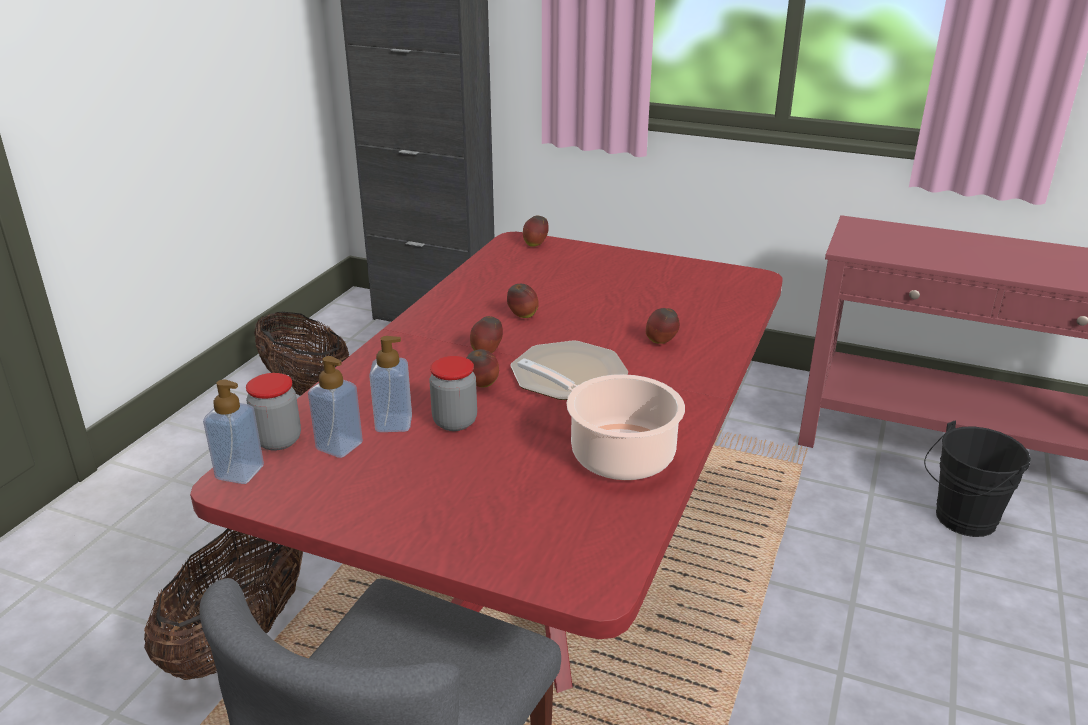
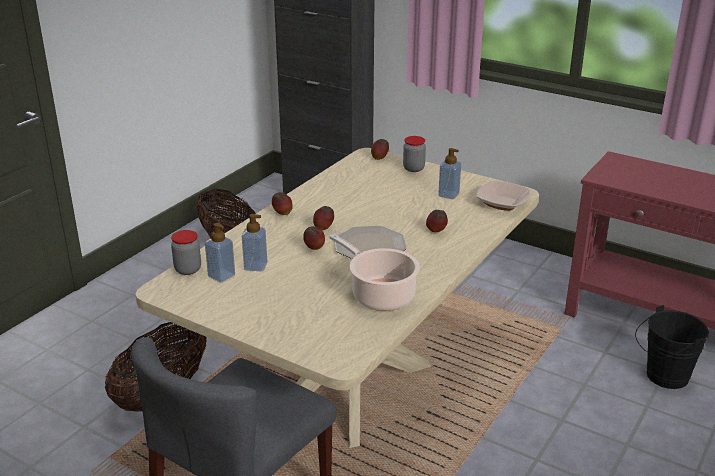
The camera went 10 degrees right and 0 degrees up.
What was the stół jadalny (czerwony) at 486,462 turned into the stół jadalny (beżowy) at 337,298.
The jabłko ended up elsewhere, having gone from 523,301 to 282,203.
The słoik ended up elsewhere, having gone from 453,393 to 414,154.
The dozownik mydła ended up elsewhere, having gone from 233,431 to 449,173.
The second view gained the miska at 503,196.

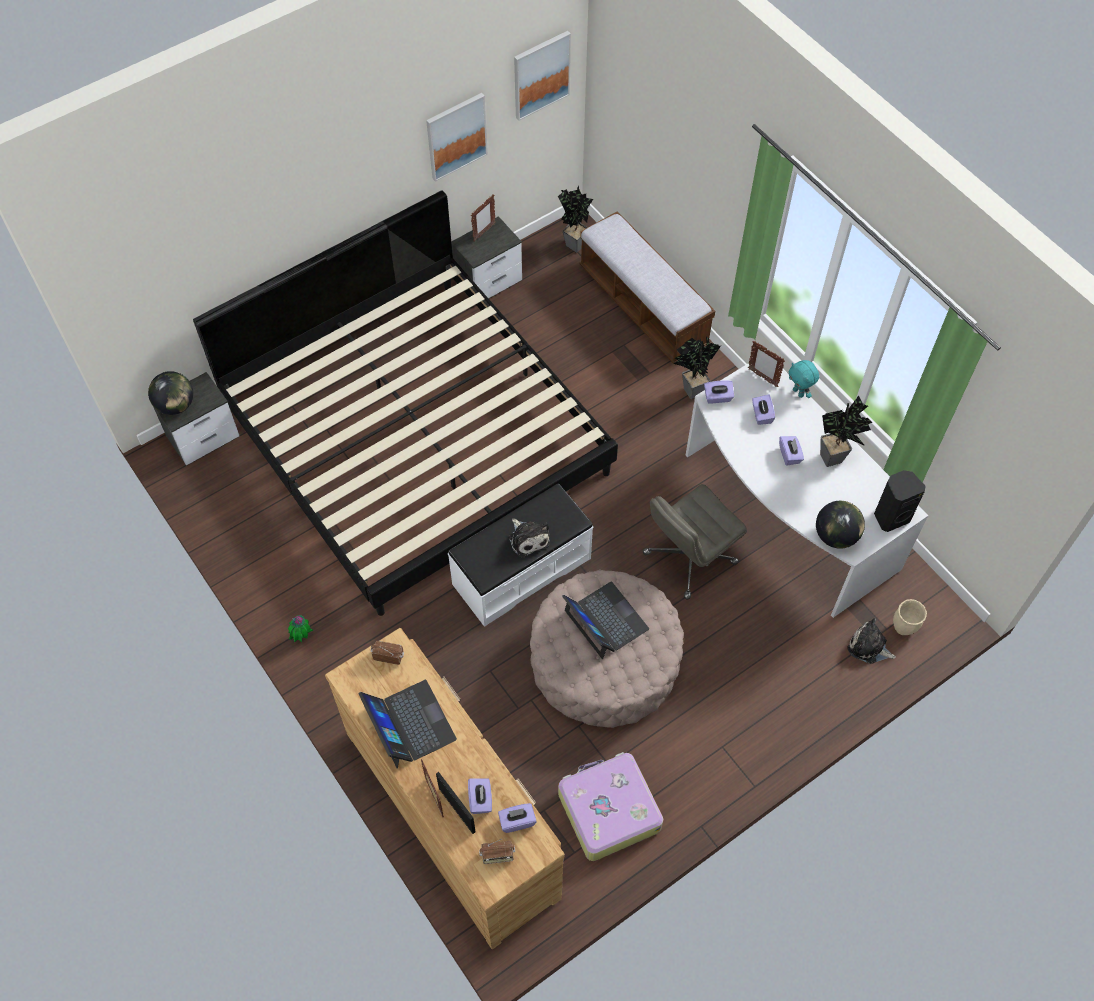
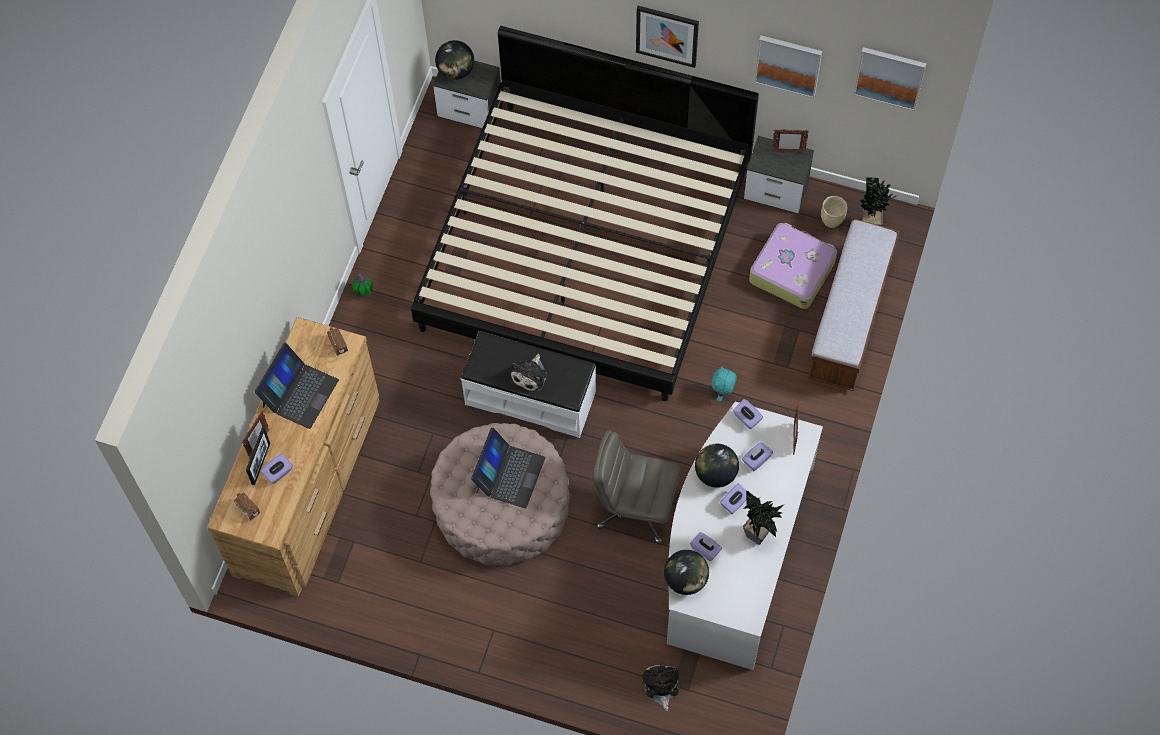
The camera went 55 degrees right and 5 degrees up.
The second view gained the obraz at 667,37.
The pudełko chusteczek (fioletowy) ended up elsewhere, having gone from 517,818 to 706,546.
The second view gained the globus at 717,466.
The pluszak (turkusowy) ended up elsewhere, having gone from 804,379 to 724,384.
The walizka ended up elsewhere, having gone from 610,806 to 793,266.
The donica (beżowy) ended up elsewhere, having gone from 910,617 to 834,212.
The second view lost the roślina doniczkowa at 697,367.
The second view lost the głośnik (czarny) at 900,501.

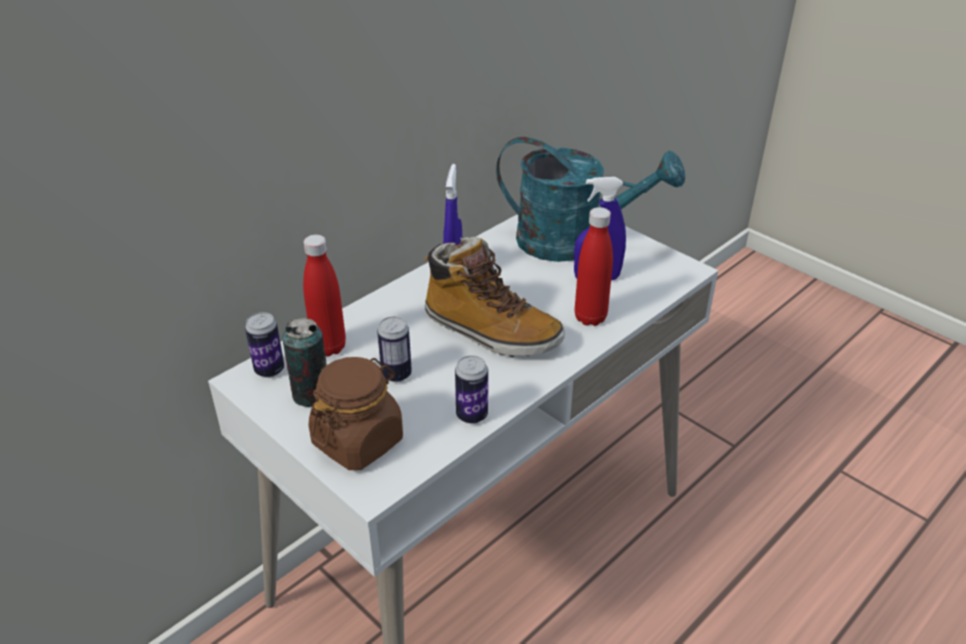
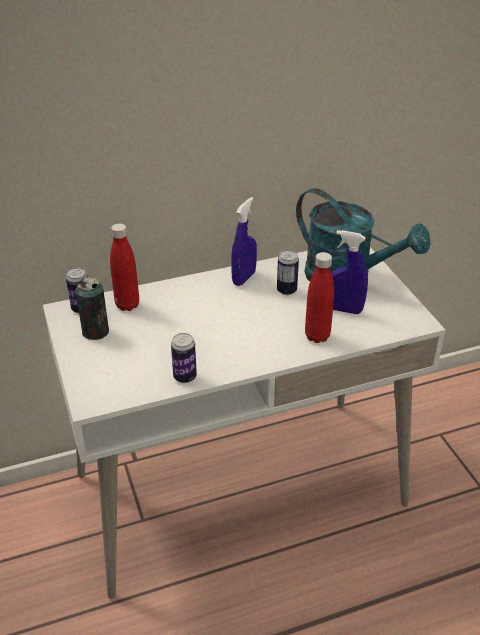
The camera went 25 degrees right and 0 degrees up.
The puszka ended up elsewhere, having gone from 394,349 to 288,272.
The second view lost the słoik (brązowy) at 356,413.
The second view lost the but z cholewką at 494,297.

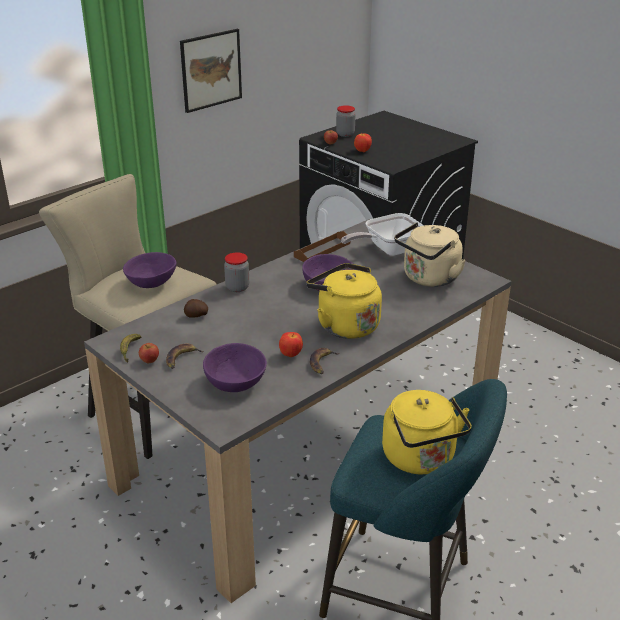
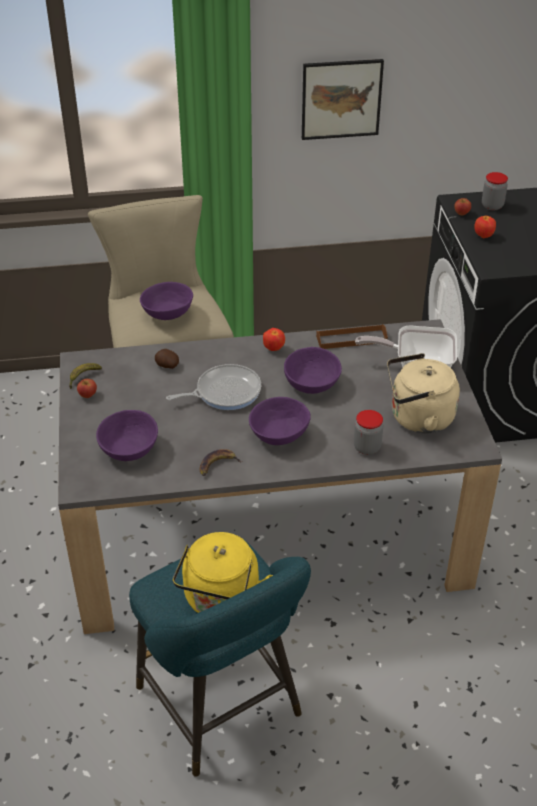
The camera went 35 degrees right and 10 degrees up.
The second view gained the patelnia at 213,387.
Where the czajnik (żółty) stood at 344,301, the miska (fioletowy) came to stand at 280,421.
The jabłko ended up elsewhere, having gone from 291,344 to 274,339.
The słoik ended up elsewhere, having gone from 236,272 to 368,432.
The second view lost the banan at 185,356.

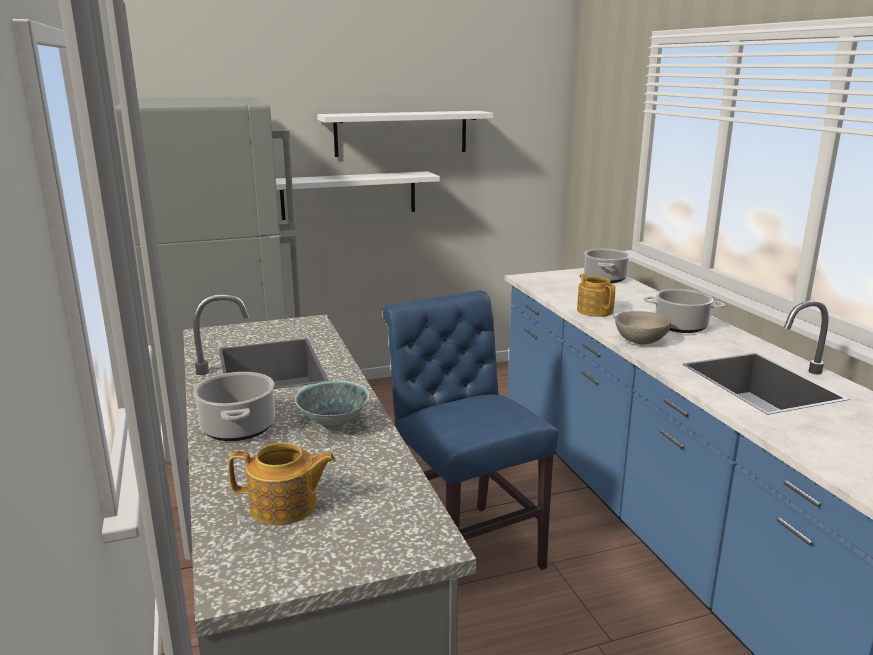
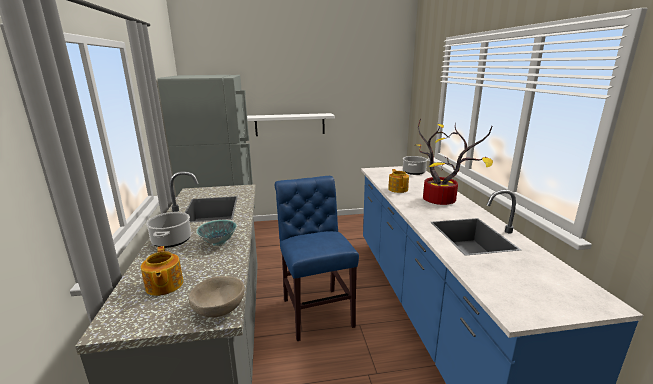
The camera went 10 degrees right and 0 degrees up.
The imbryk at 282,484 ended up facing another way, 60 degrees clockwise from before.
The miska (beżowy) ended up elsewhere, having gone from 643,328 to 217,297.
Where the garnek stood at 684,311, the roślina doniczkowa came to stand at 455,162.
The second view lost the półka (biały) at 405,134.

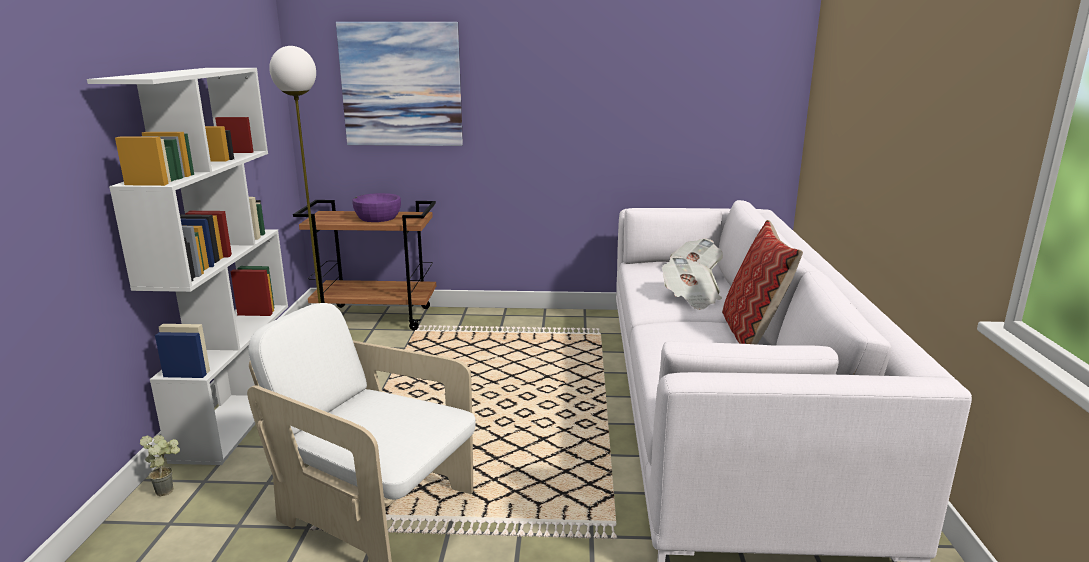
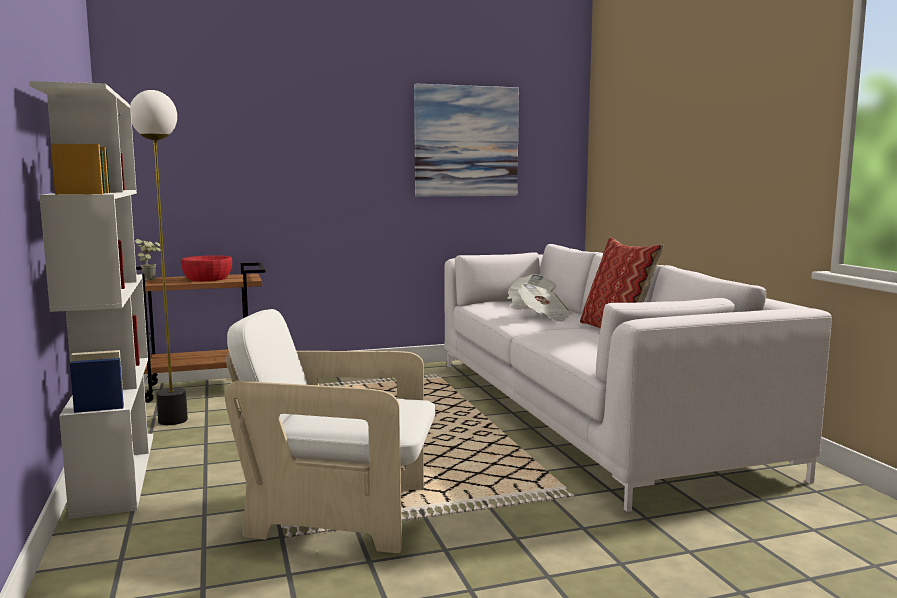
The camera went 20 degrees left and 10 degrees down.
The roślina doniczkowa ended up elsewhere, having gone from 160,465 to 148,260.
What was the miska (fioletowy) at 376,207 turned into the miska (czerwony) at 206,268.
The obraz ended up elsewhere, having gone from 399,84 to 466,140.

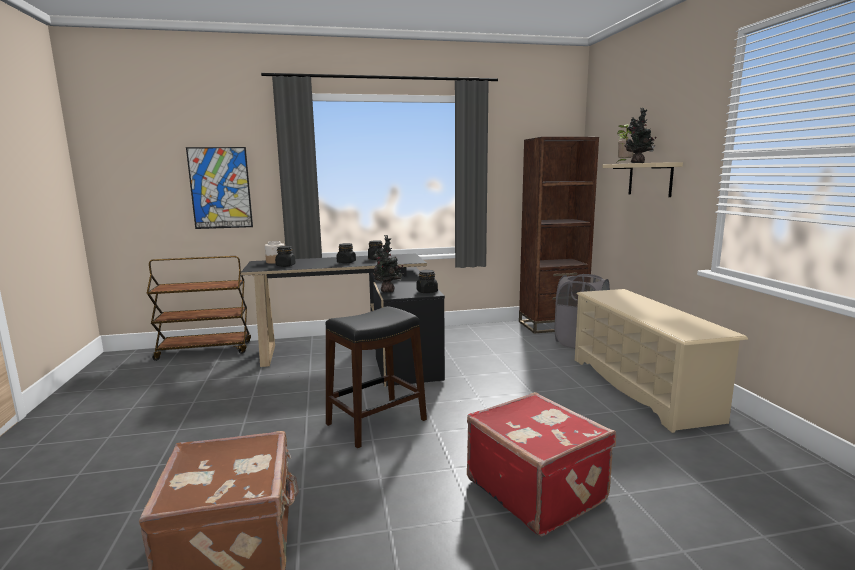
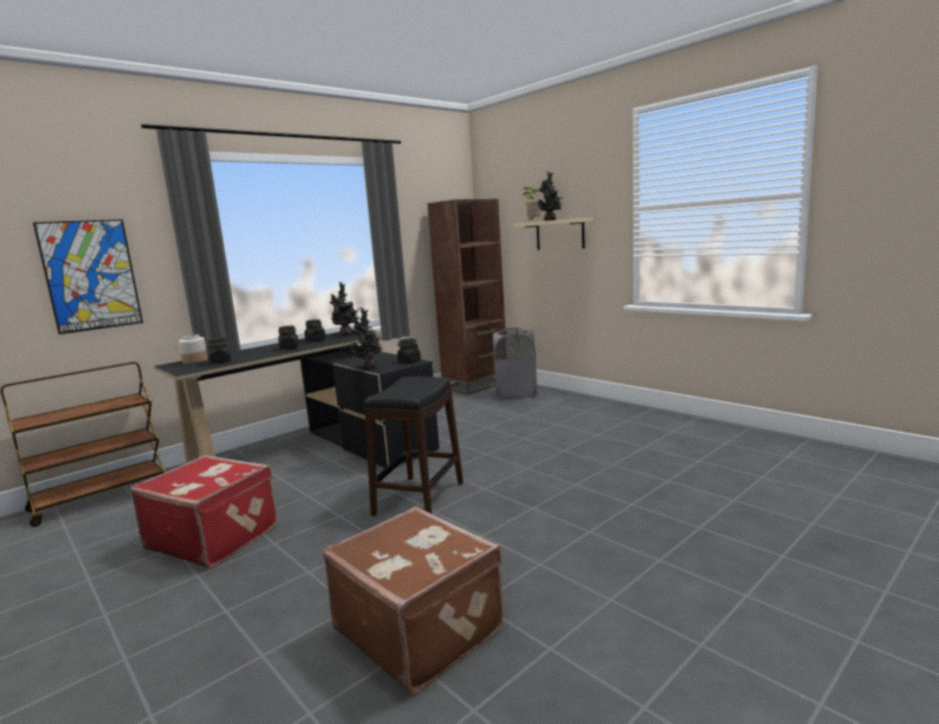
The camera went 30 degrees left and 0 degrees up.
The walizka (czerwony) ended up elsewhere, having gone from 541,464 to 203,511.
The second view gained the roślina doniczkowa at 344,308.
The second view lost the regał na buty (beżowy) at 661,361.

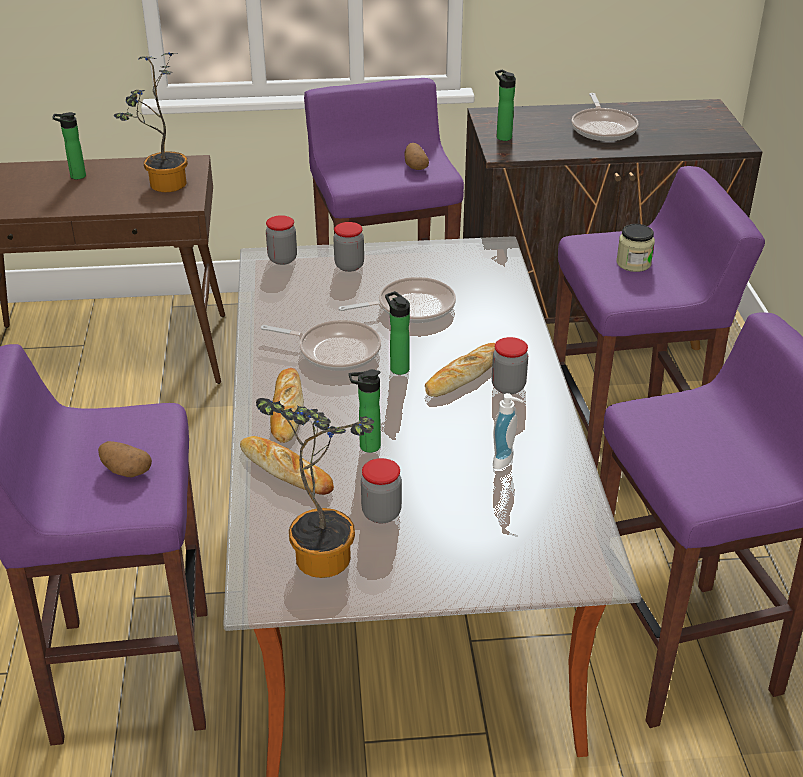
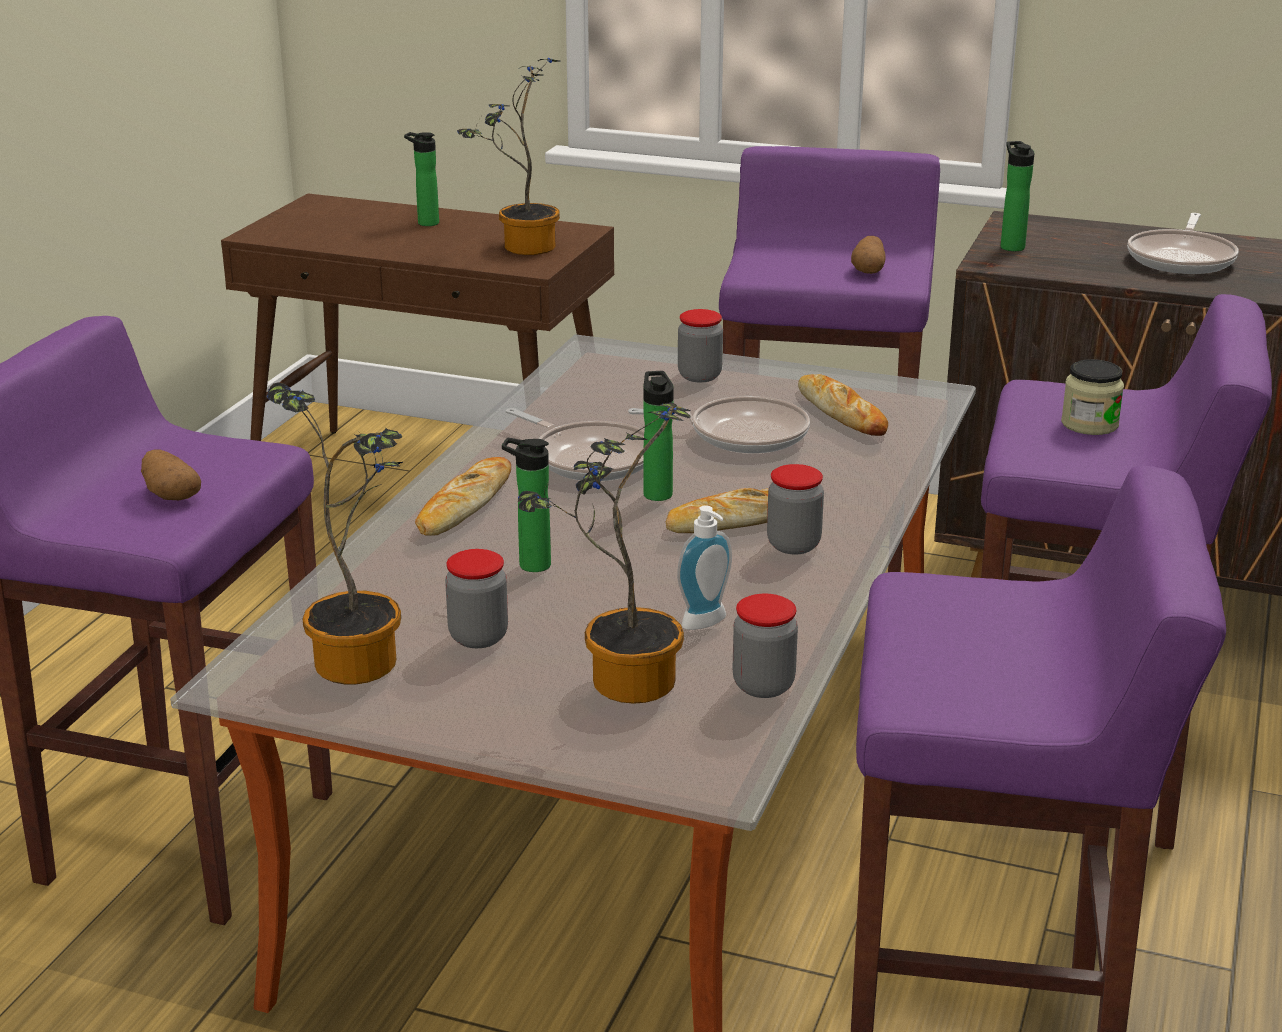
The camera went 25 degrees right and 10 degrees down.
The second view gained the roślina doniczkowa at 604,553.
The słoik ended up elsewhere, having gone from 281,240 to 765,646.
The chleb ended up elsewhere, having gone from 287,465 to 843,405.

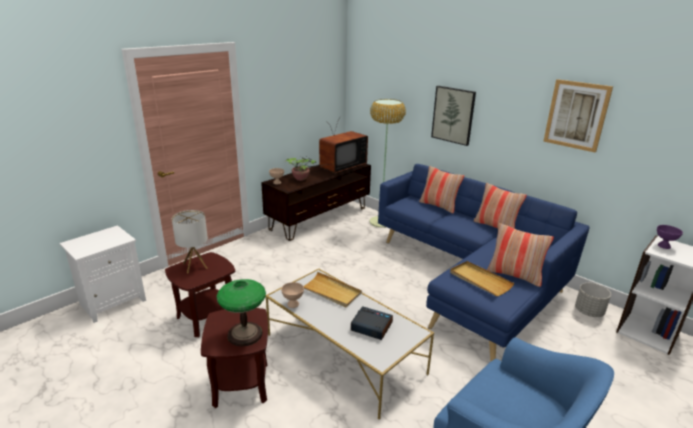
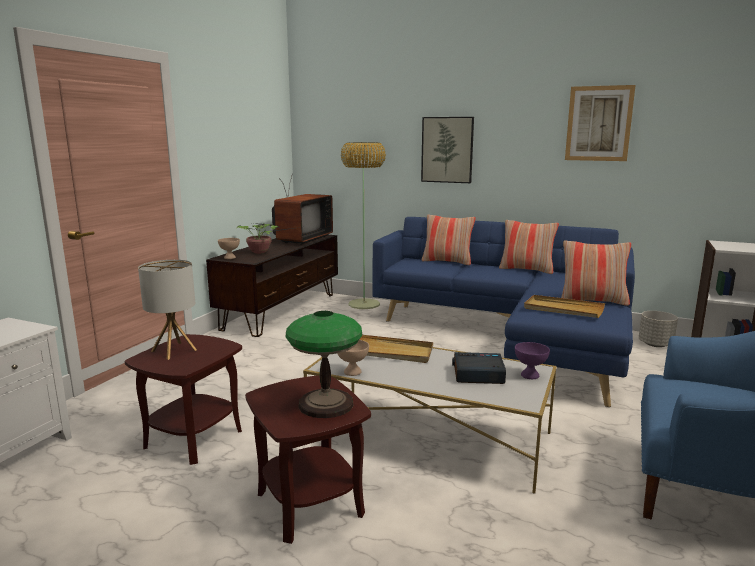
The camera went 20 degrees left and 10 degrees down.
The miska (fioletowy) ended up elsewhere, having gone from 670,237 to 532,360.

